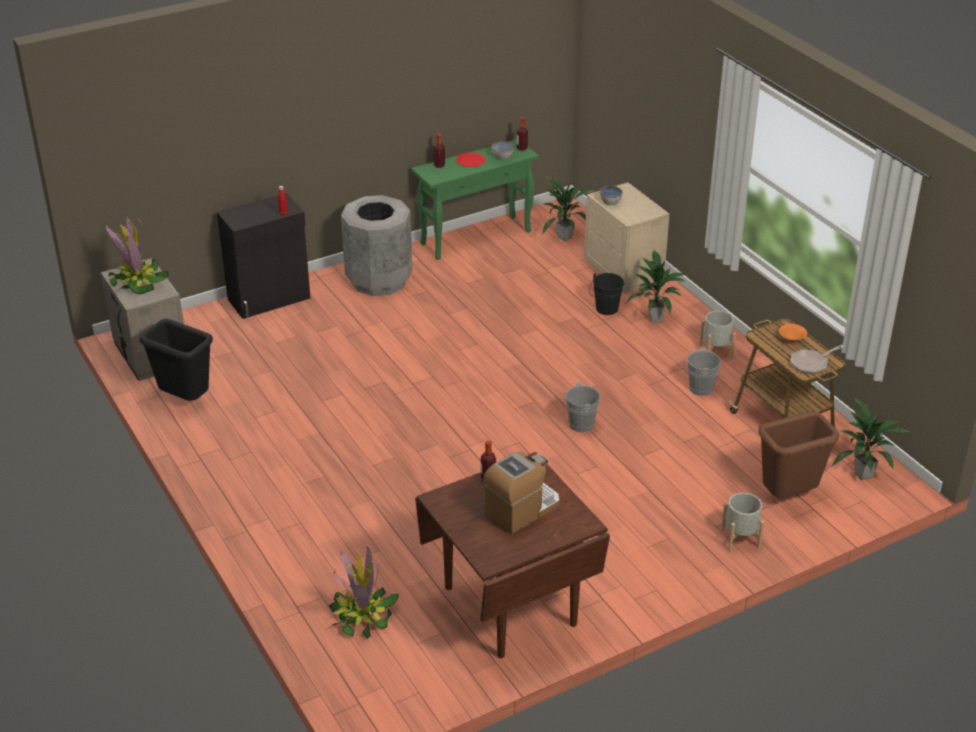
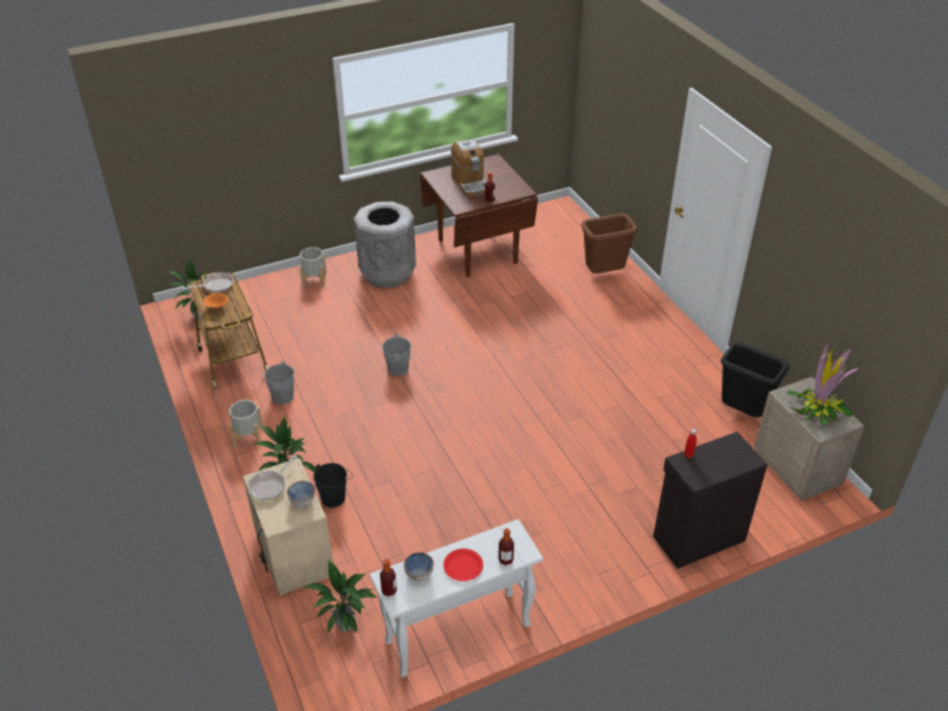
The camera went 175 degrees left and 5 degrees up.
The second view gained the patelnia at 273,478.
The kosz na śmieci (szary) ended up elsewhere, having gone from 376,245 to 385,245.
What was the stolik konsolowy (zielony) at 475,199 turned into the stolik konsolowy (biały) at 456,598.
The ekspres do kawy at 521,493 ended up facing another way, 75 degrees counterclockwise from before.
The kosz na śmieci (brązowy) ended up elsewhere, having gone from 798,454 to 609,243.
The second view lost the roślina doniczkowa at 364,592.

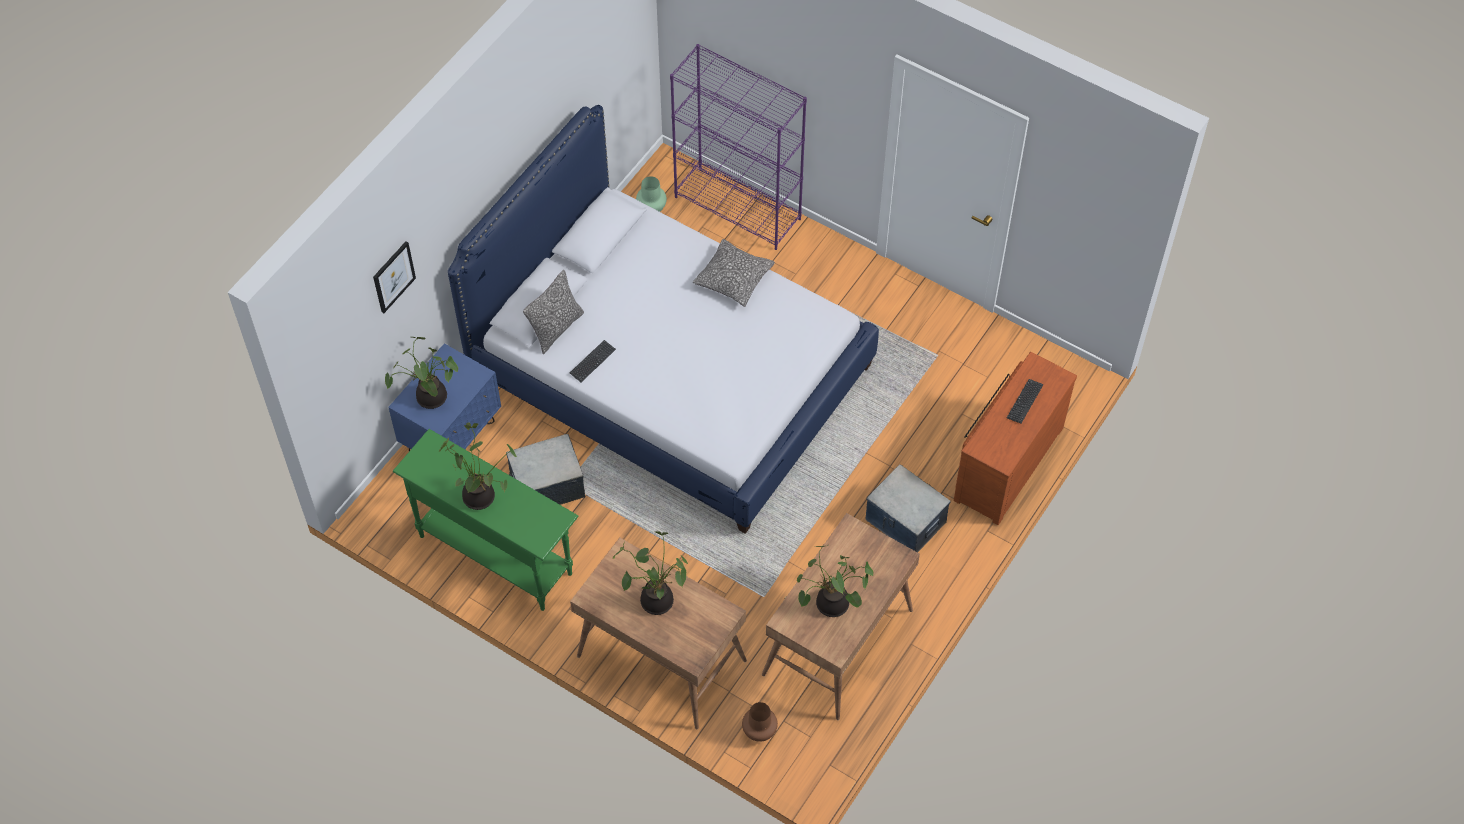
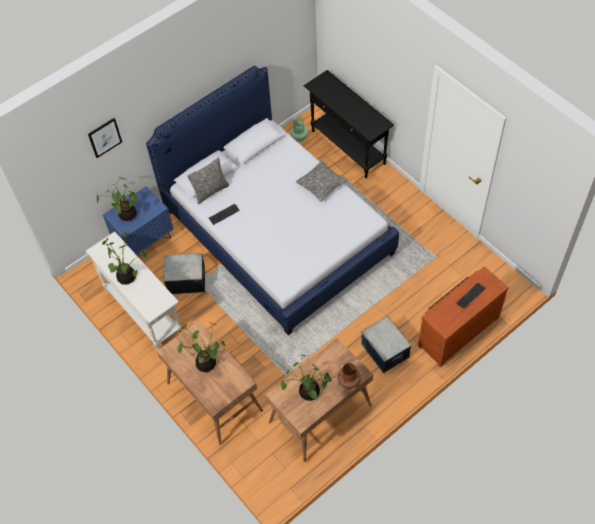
The camera went 20 degrees right and 0 degrees up.
What was the stolik konsolowy (zielony) at 485,520 turned into the stolik konsolowy (biały) at 134,291.
Where the regał (fioletowy) stood at 738,147, the stolik konsolowy (czarny) came to stand at 349,124.
The wazon (brązowy) ended up elsewhere, having gone from 760,722 to 349,376.

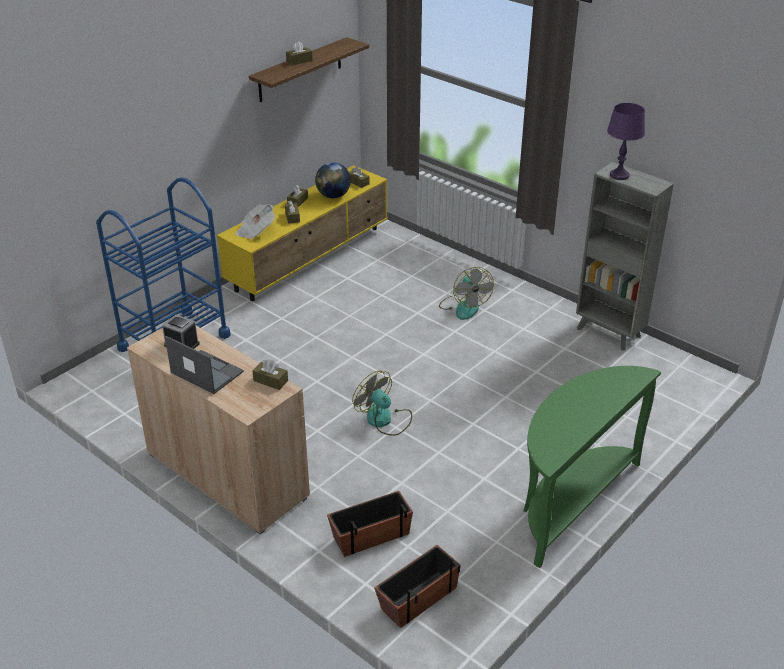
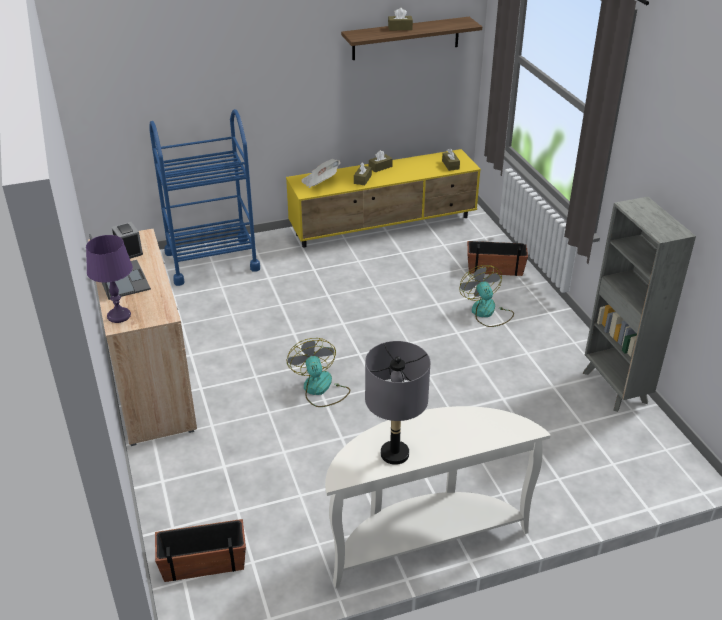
The camera went 30 degrees right and 0 degrees up.
The lampa stołowa (fioletowy) ended up elsewhere, having gone from 626,141 to 109,279.
What was the stolik konsolowy (zielony) at 592,467 turned into the stolik konsolowy (biały) at 438,497.
The second view gained the lampa stołowa (szary) at 398,403.
The wentylator at 466,293 ended up facing another way, 150 degrees clockwise from before.
The donica ended up elsewhere, having gone from 370,524 to 497,258.
The second view lost the pudełko chusteczek (brązowy) at 270,374.
The second view lost the globus at 333,180.

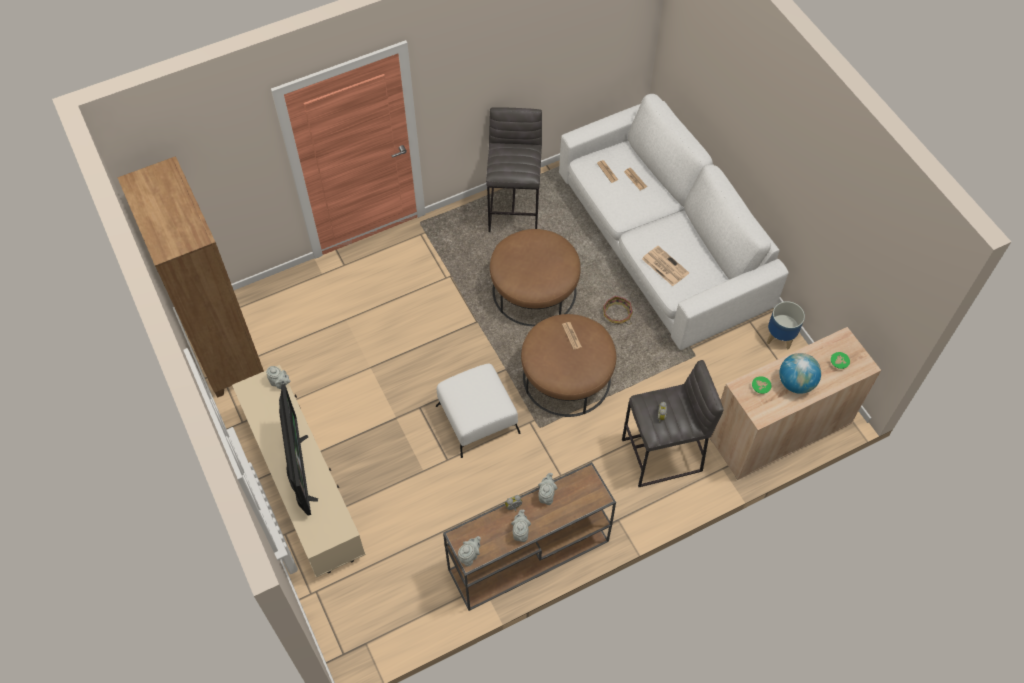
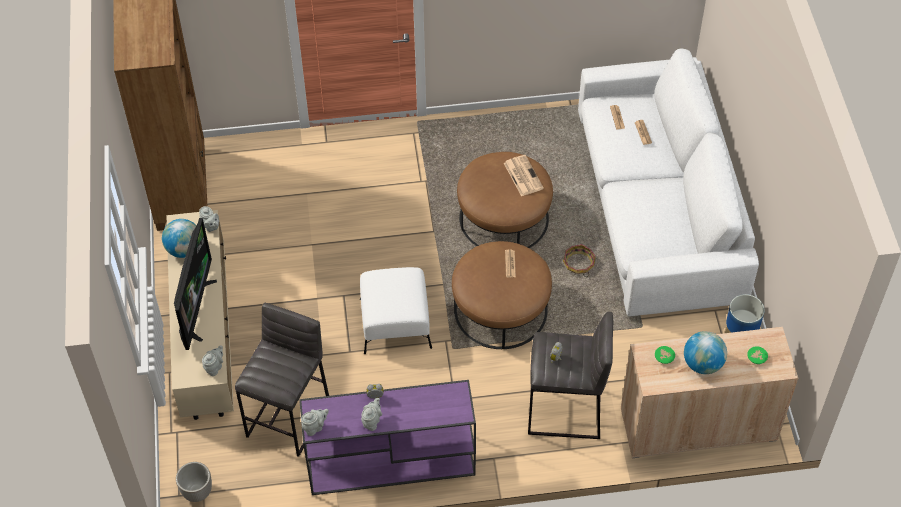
The camera went 20 degrees right and 5 degrees down.
The second view gained the globus at 179,238.
The second view gained the donica at 194,482.
The imbryk (szary) ended up elsewhere, having gone from 547,489 to 212,360.
The stołek (szary) ended up elsewhere, having gone from 514,169 to 282,380.
What was the stolik konsolowy (brązowy) at 529,536 turned into the stolik konsolowy (fioletowy) at 387,437.
The gazeta ended up elsewhere, having gone from 665,266 to 524,175.

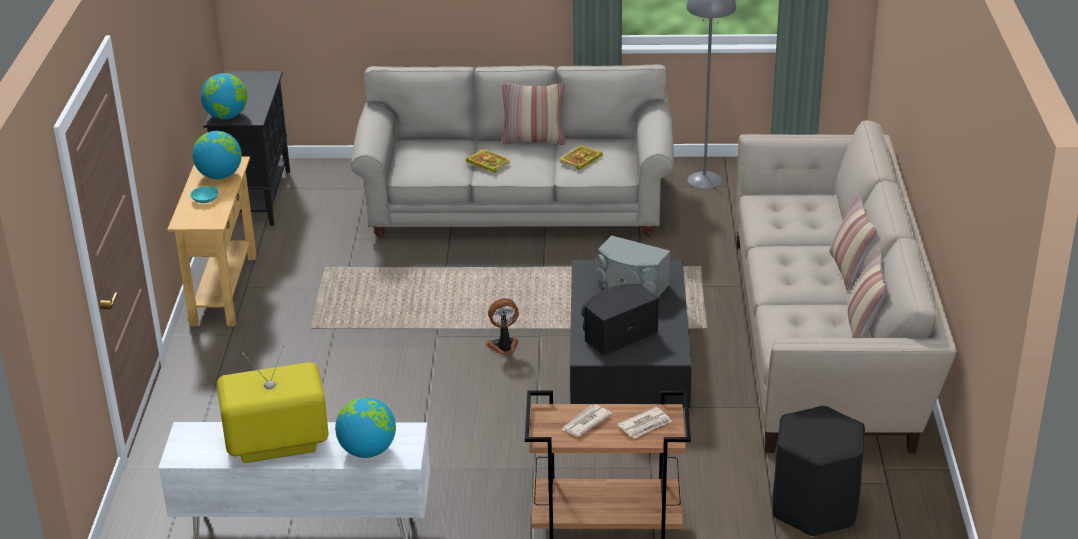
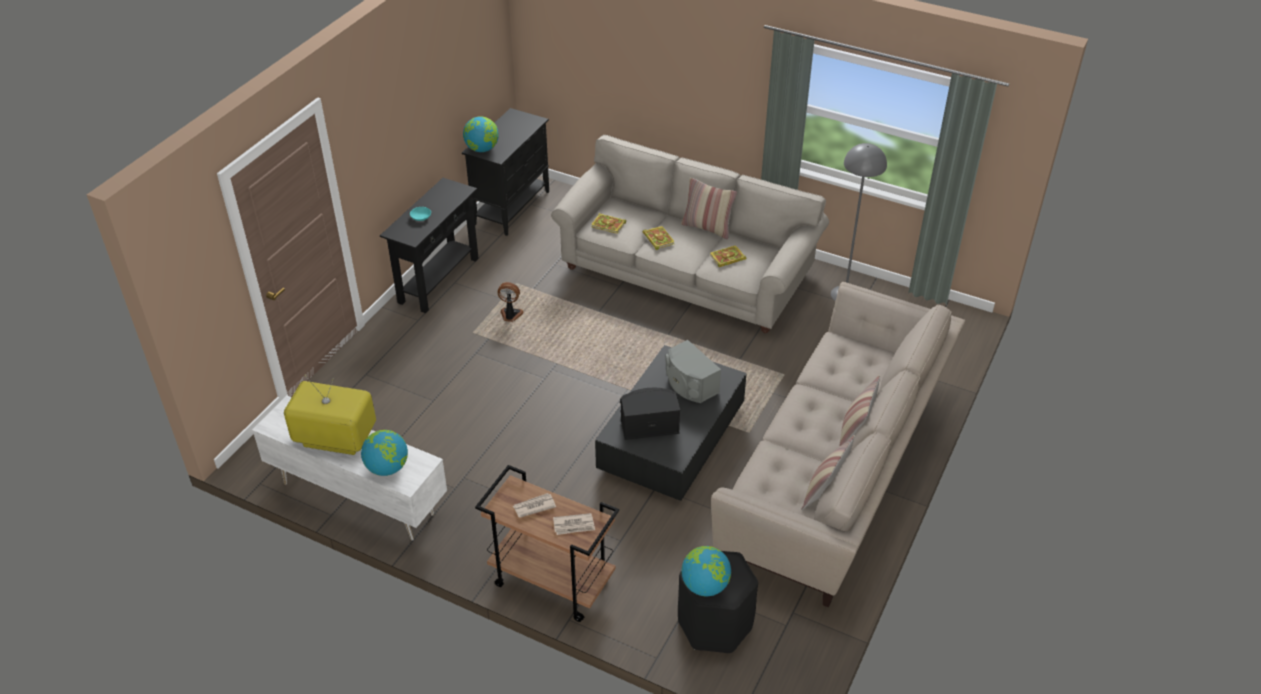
The camera went 25 degrees right and 10 degrees up.
What was the stolik konsolowy (beżowy) at 212,241 turned into the stolik konsolowy (czarny) at 429,245.
The wentylator ended up elsewhere, having gone from 502,326 to 510,302.
The second view gained the książka at 608,223.
The globus ended up elsewhere, having gone from 217,155 to 706,571.

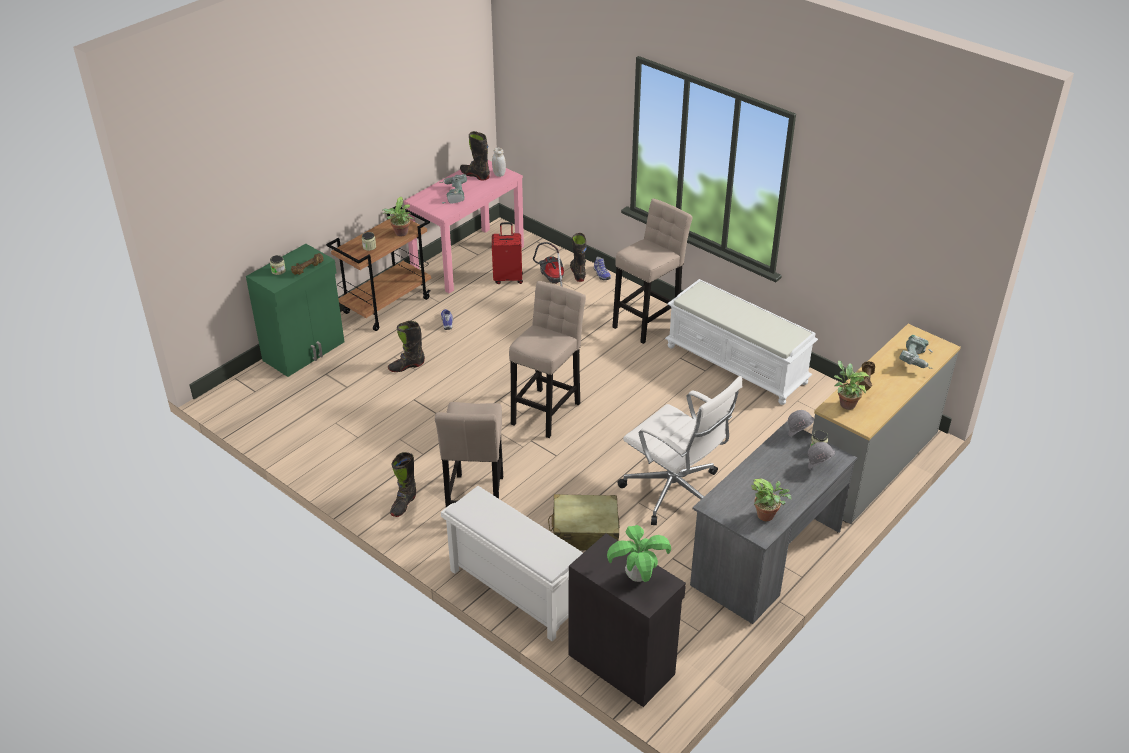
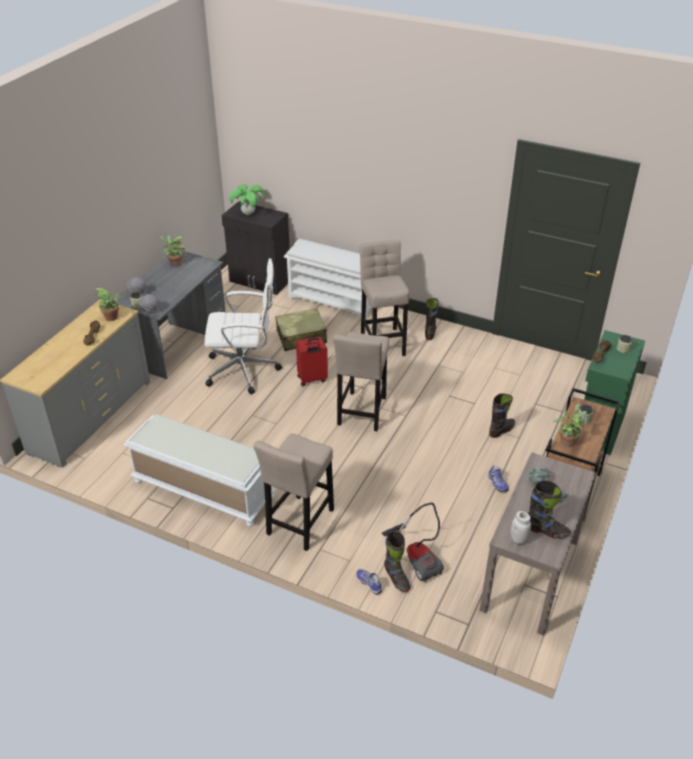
The camera went 165 degrees right and 0 degrees up.
The krzesło biurowe (biały) at 679,450 ended up facing another way, 150 degrees clockwise from before.
The walizka (czerwony) ended up elsewhere, having gone from 507,253 to 312,361.
What was the stolik konsolowy (różowy) at 464,226 turned into the stolik konsolowy (brązowy) at 537,544.
The second view lost the wiertarka at 916,352.

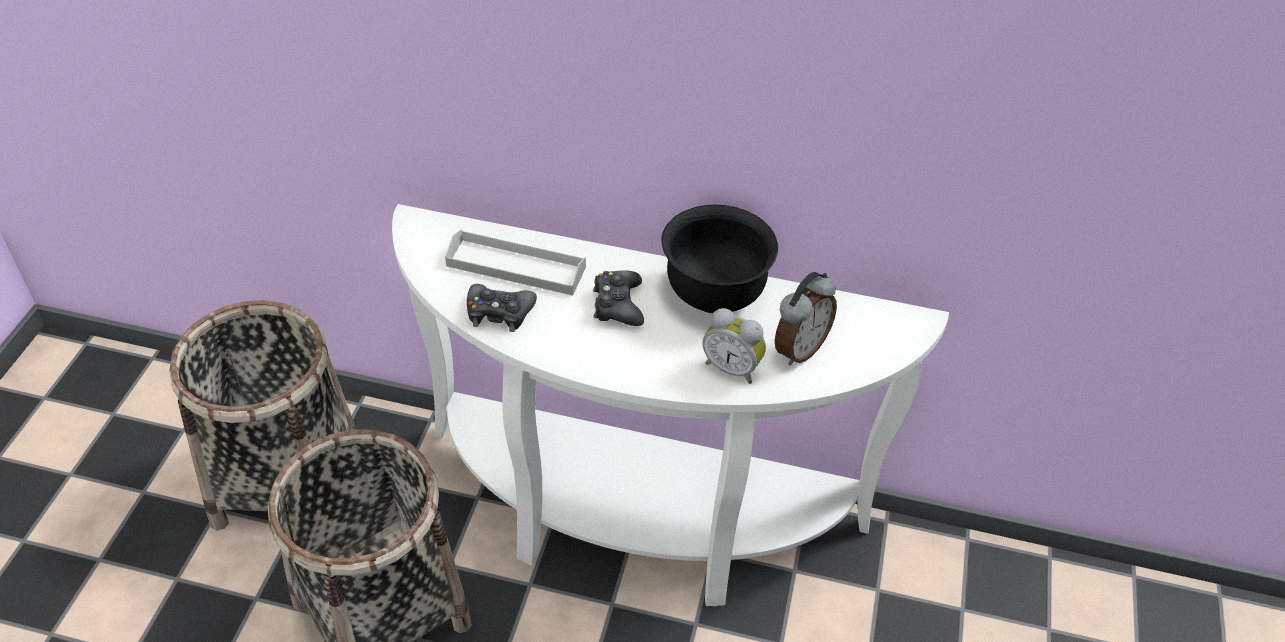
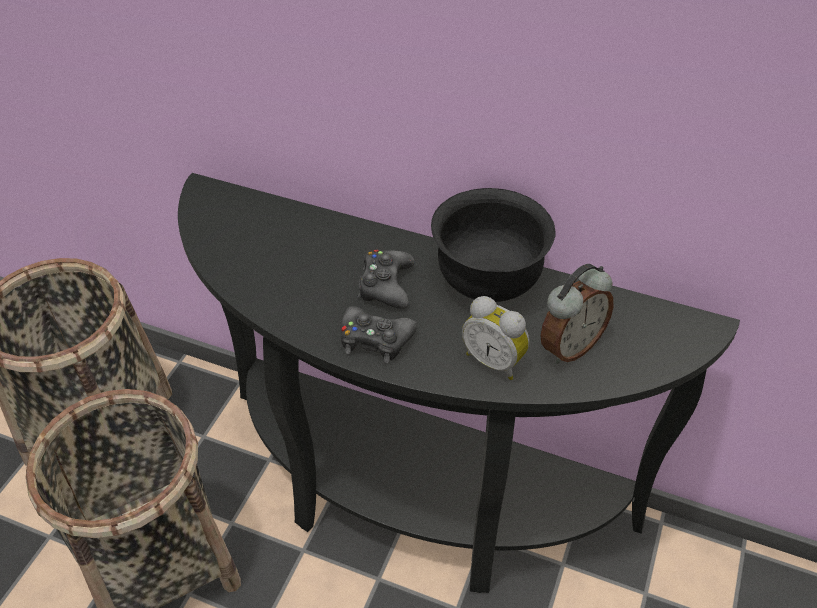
The camera went 10 degrees right and 0 degrees up.
What was the stolik konsolowy (biały) at 670,405 turned into the stolik konsolowy (czarny) at 459,383.
The pad do gier (czarny) ended up elsewhere, having gone from 502,308 to 378,334.
The second view lost the taca (szary) at 515,262.

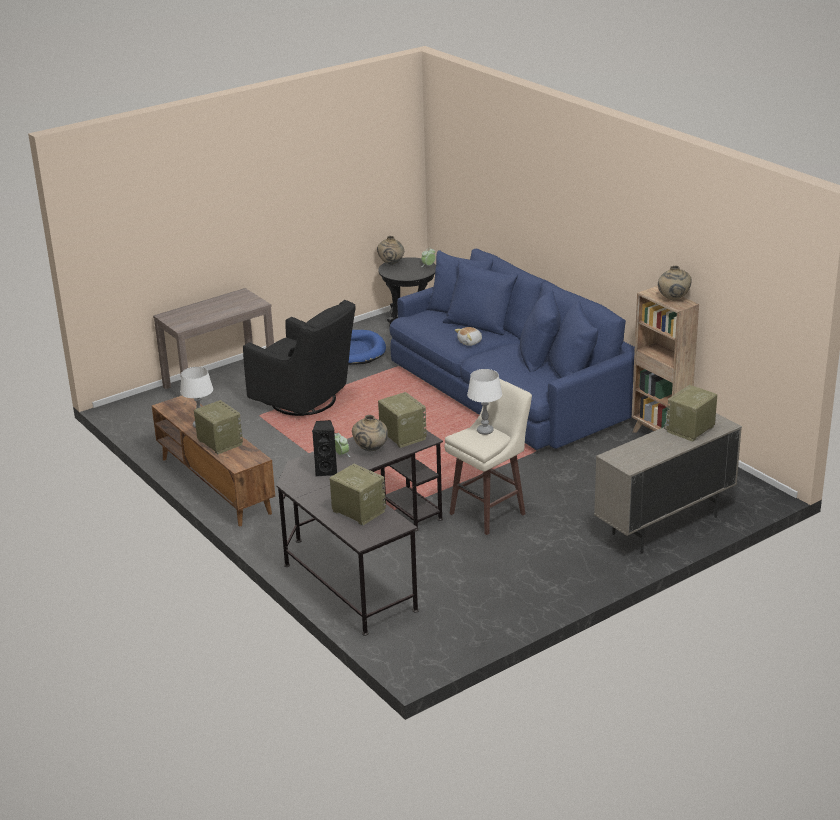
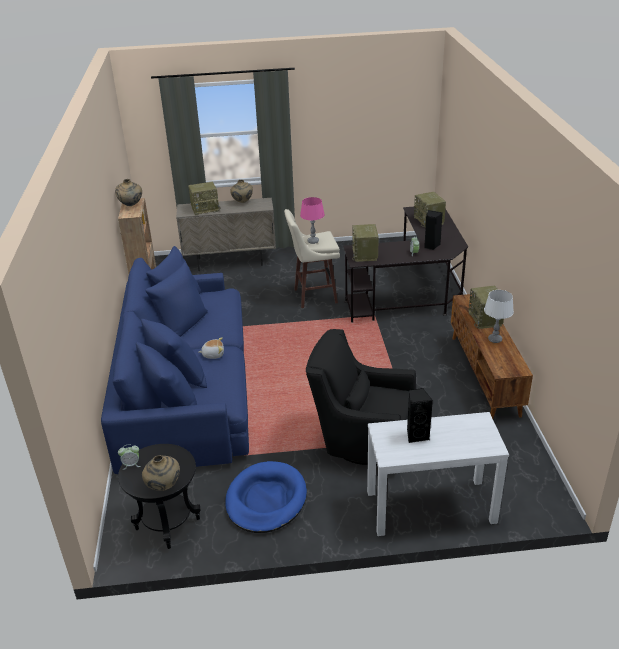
The camera went 150 degrees left and 5 degrees up.
The wazon (beżowy) ended up elsewhere, having gone from 370,433 to 241,191.
What was the lampa stołowa (biały) at 484,402 turned into the lampa stołowa (różowy) at 312,220.
The fotel (czarny) at 299,358 ended up facing another way, 45 degrees counterclockwise from before.
What was the stolik konsolowy (brązowy) at 213,338 turned into the stolik konsolowy (biały) at 438,474.
The second view gained the głośnik (czarny) at 420,415.

